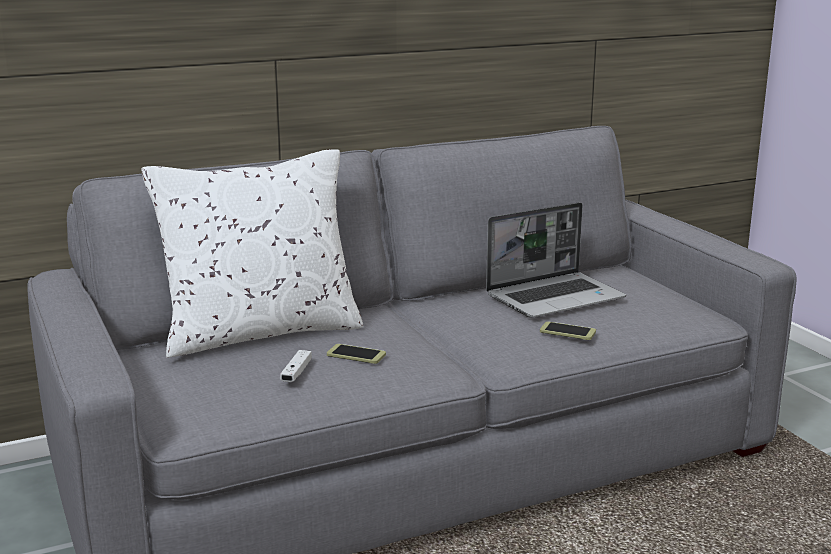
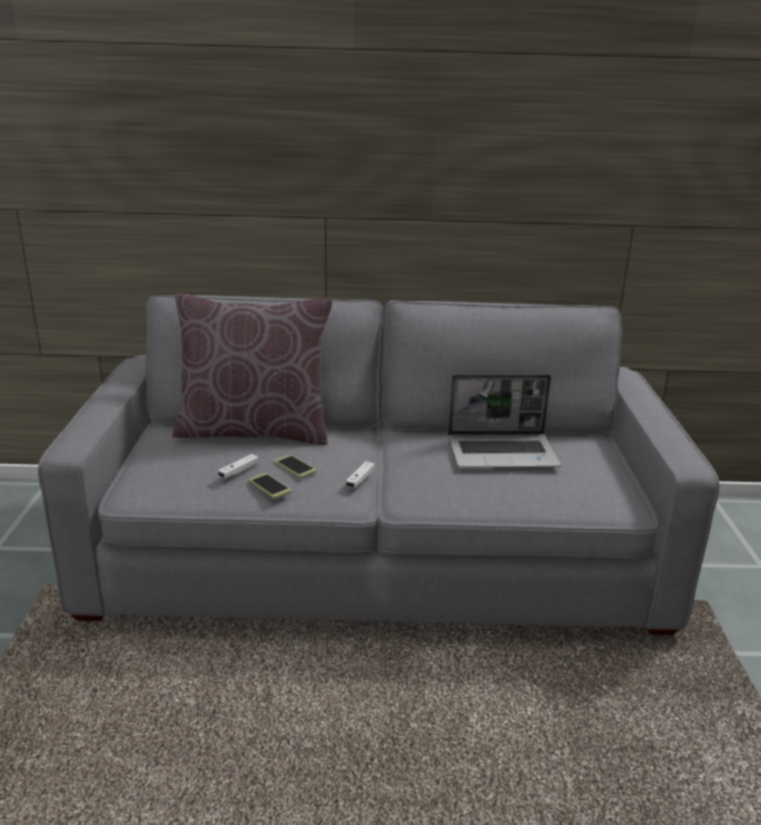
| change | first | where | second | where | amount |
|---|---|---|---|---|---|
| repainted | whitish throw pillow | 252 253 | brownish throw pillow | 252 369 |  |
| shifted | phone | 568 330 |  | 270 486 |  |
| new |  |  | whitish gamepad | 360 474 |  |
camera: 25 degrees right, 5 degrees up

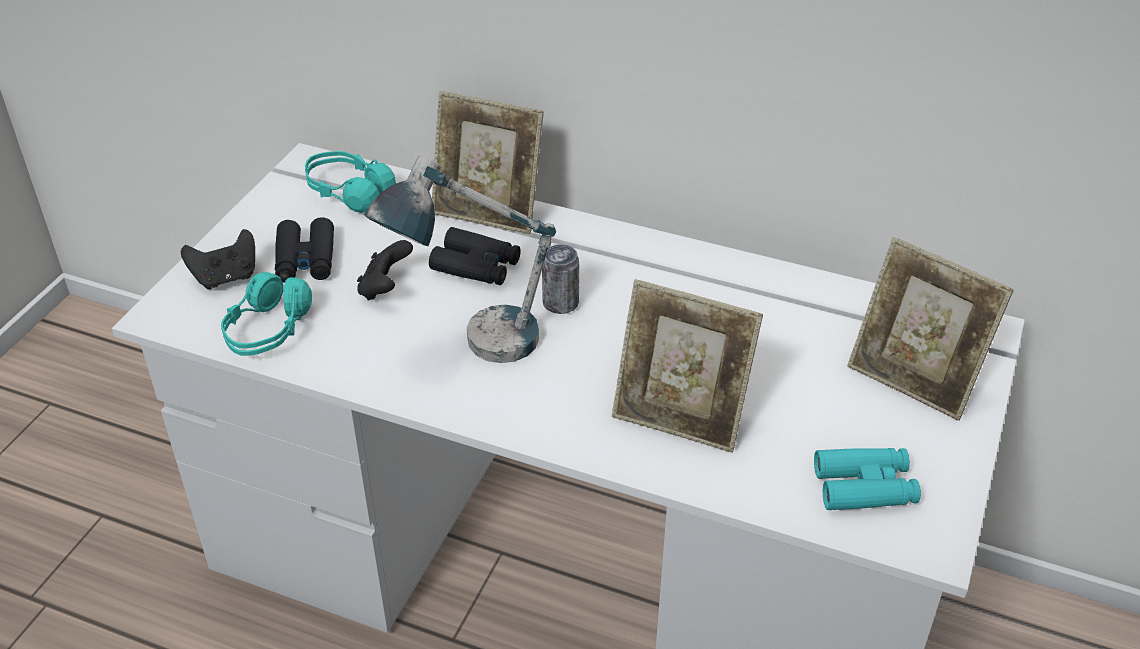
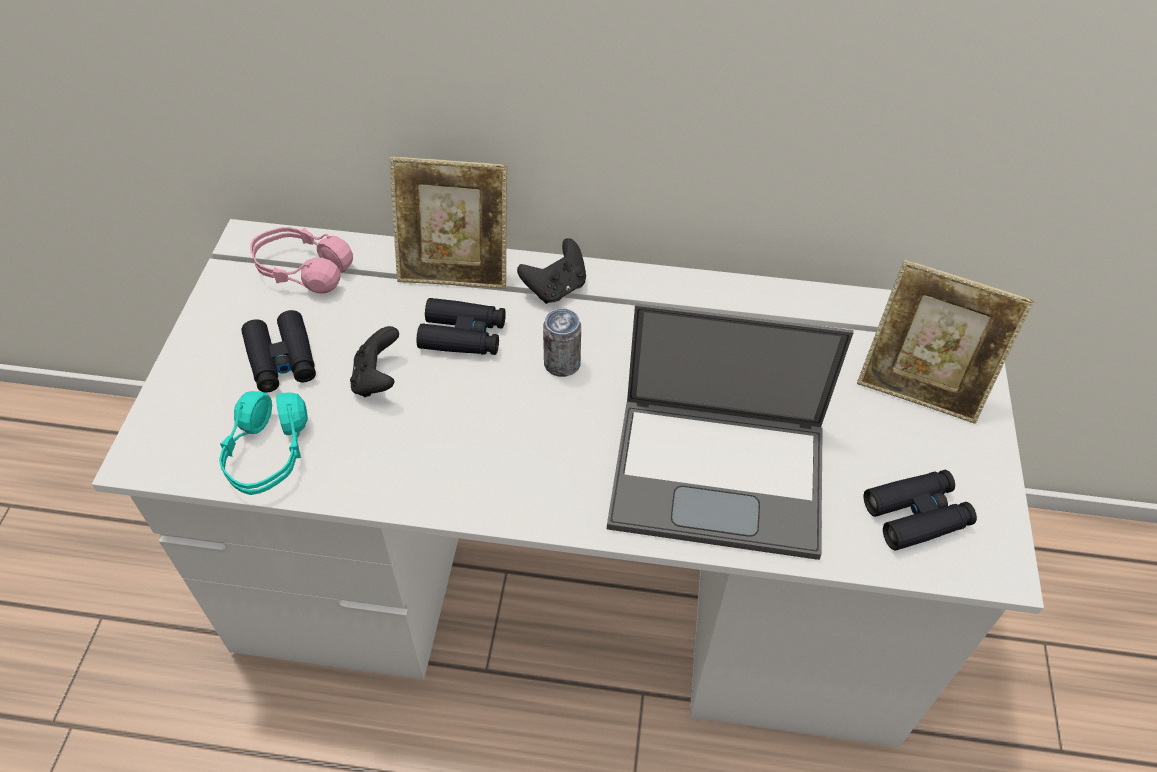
| change | first | where | second | where | amount |
|---|---|---|---|---|---|
| repainted | turquoise-coloured headphones | 350 182 | pink headphones | 301 260 |  |
| gone | lamp for a table | 460 259 |  |  |  |
| shifted | blackish gamepad | 218 259 |  | 551 271 |  |
| swapped | photo frame | 687 366 | notebook computer | 730 431 |  |
| repainted | turquoise-coloured field glasses | 867 479 | blackish field glasses | 920 510 |  |
camera: 15 degrees left, 10 degrees up

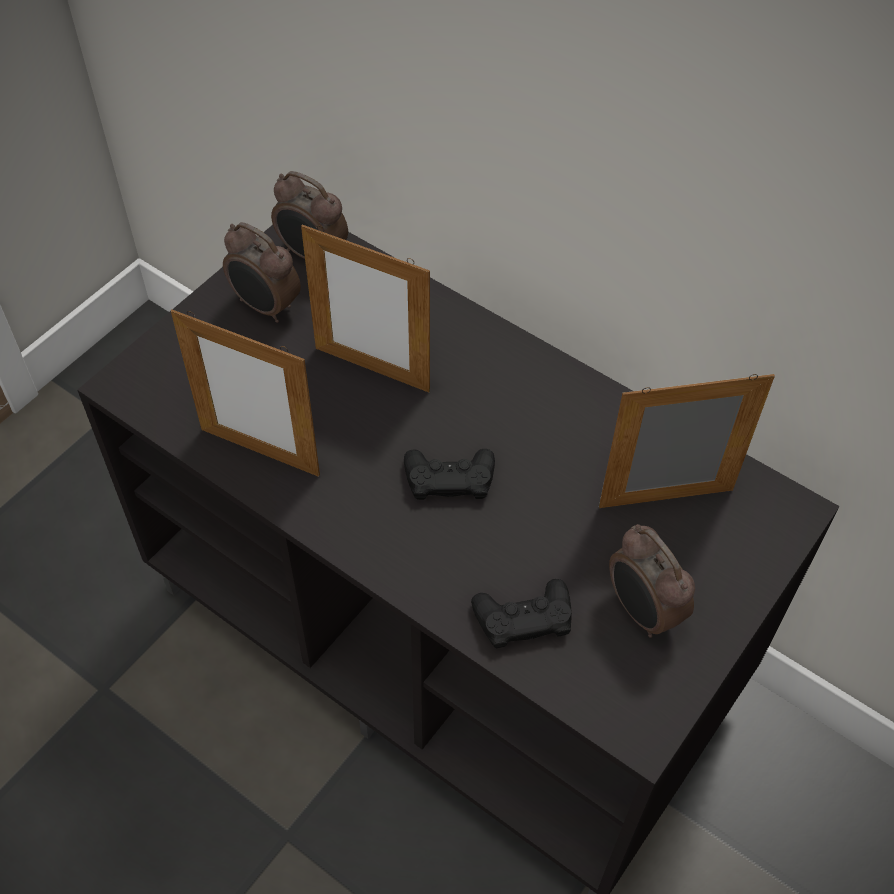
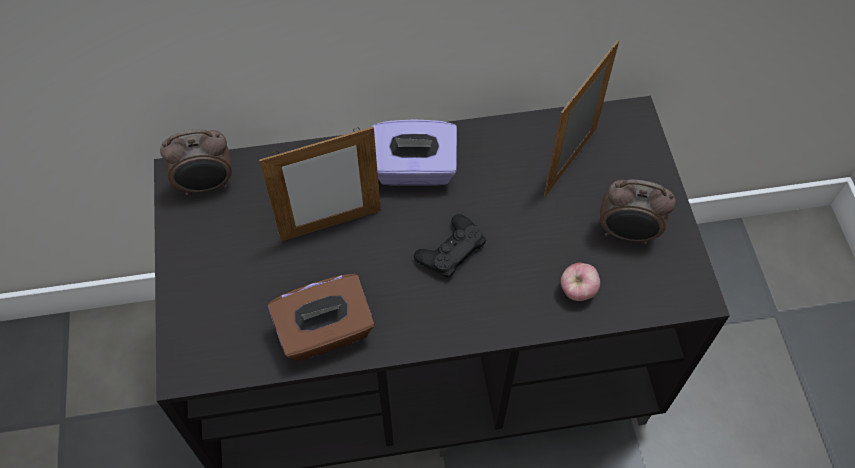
| change | first | where | second | where | amount |
|---|---|---|---|---|---|
| gone | table clock | 262 272 |  |  |  |
| swapped | photo frame | 245 393 | brownish tissue holder | 321 317 |  |
| swapped | blackish gamepad | 521 613 | apple | 580 282 |  |
| new |  |  | purplish tissue holder | 414 152 |  |
camera: 45 degrees left, 5 degrees up

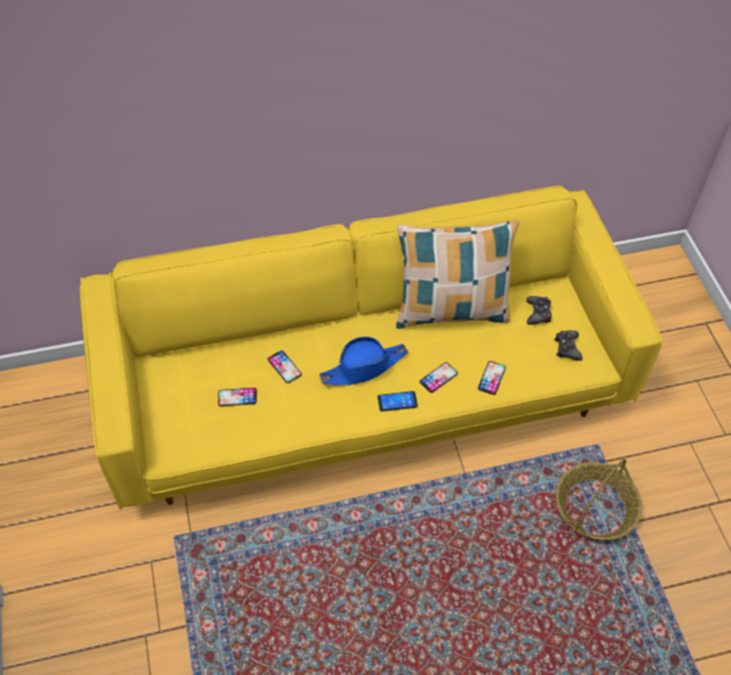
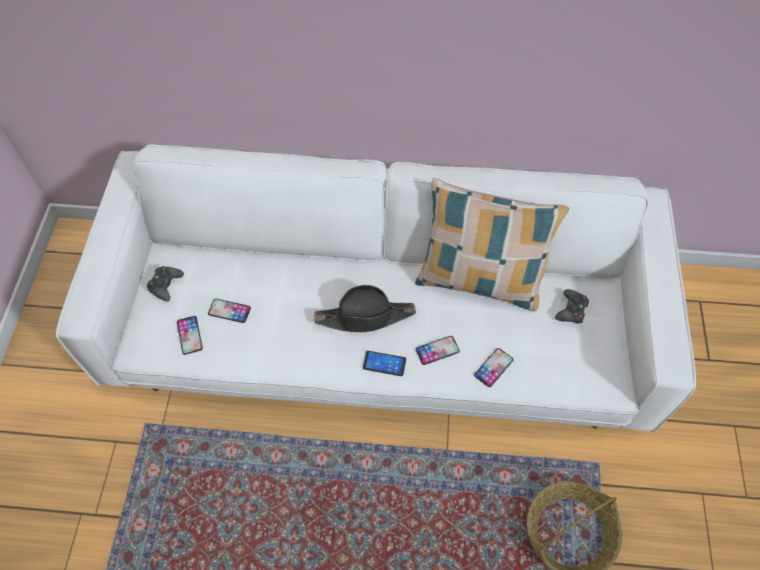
| change | first | where | second | where | amount |
|---|---|---|---|---|---|
| repainted | yellow-coloured sofa | 371 348 | whitish sofa | 376 288 |  |
| shifted | blackish gamepad | 568 345 |  | 165 284 |  |
| repainted | bluish clothing hat | 363 360 | blackish clothing hat | 365 308 |  |
| shifted | phone | 285 366 |  | 190 335 |  |
camera: 20 degrees right, 5 degrees up

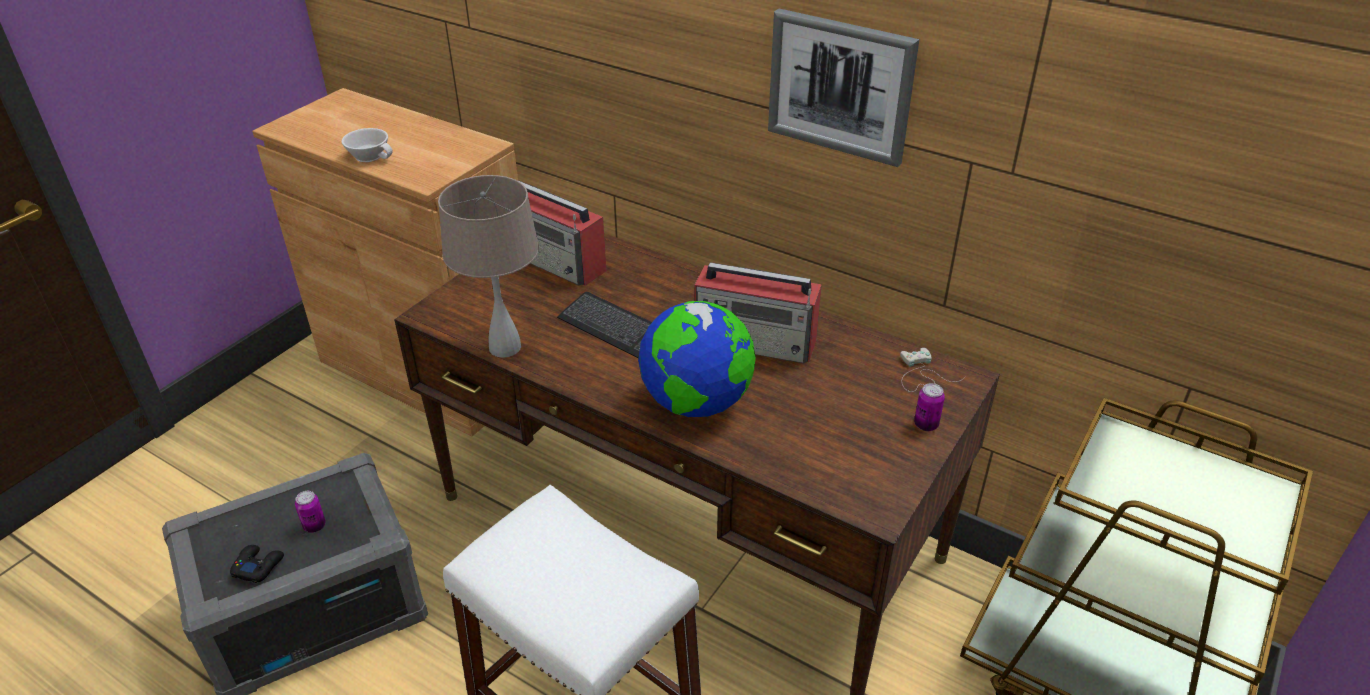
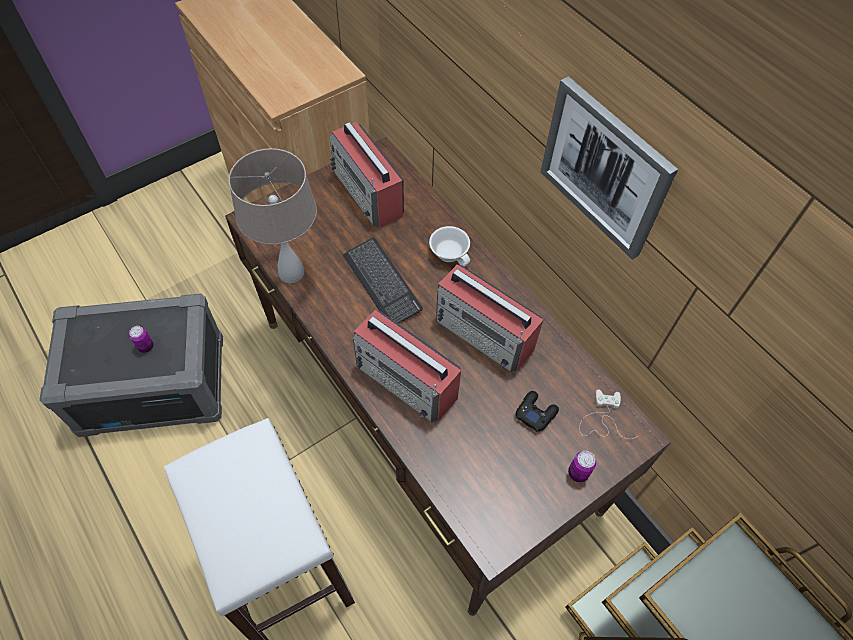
| change | first | where | second | where | amount |
|---|---|---|---|---|---|
| shifted | whitish small cup | 366 145 |  | 449 246 |  |
| swapped | globe | 697 359 | radio | 407 366 |  |
| shifted | blackish gamepad | 257 564 |  | 537 411 |  |
camera: 20 degrees right, 20 degrees up

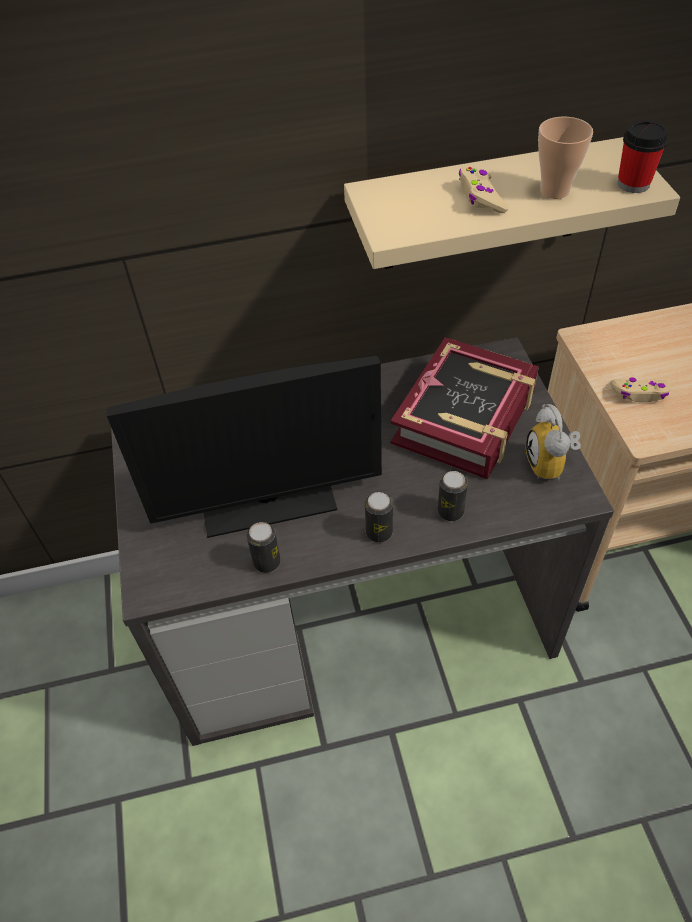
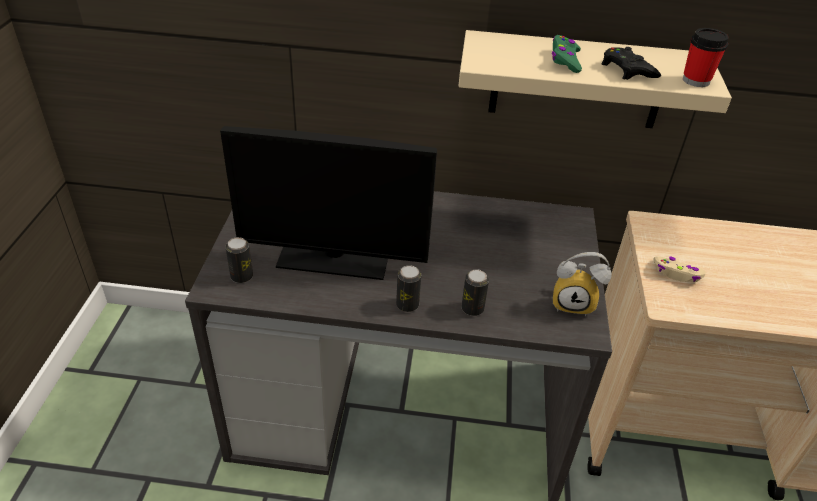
| change | first | where | second | where | amount |
|---|---|---|---|---|---|
| swapped | small cup | 565 158 | blackish gamepad | 631 63 |  |
| repainted | beige gamepad | 483 190 | green-coloured gamepad | 567 54 |  |
| gone | volume | 465 408 |  |  |  |
| rotated | table clock | 553 442 |  | 582 284 | 90 degrees counterclockwise |
| shifted | metal can | 263 547 |  | 239 260 |  |
camera: 15 degrees right, 10 degrees down

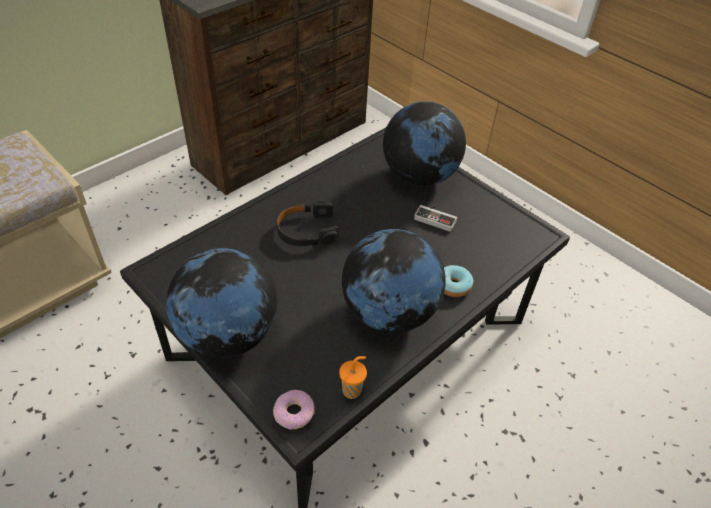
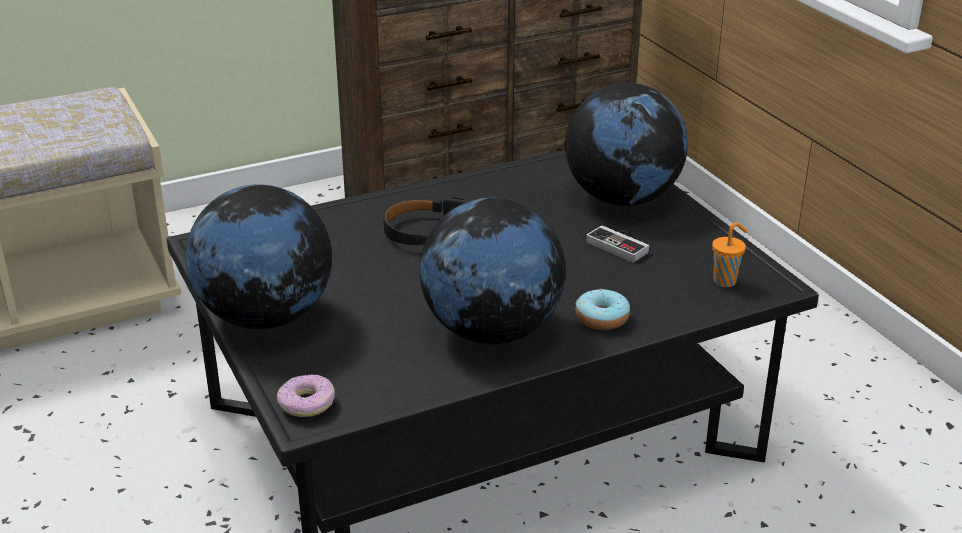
| change | first | where | second | where | amount |
|---|---|---|---|---|---|
| shifted | orange small cup | 353 377 |  | 729 254 |  |
camera: 20 degrees right, 15 degrees down

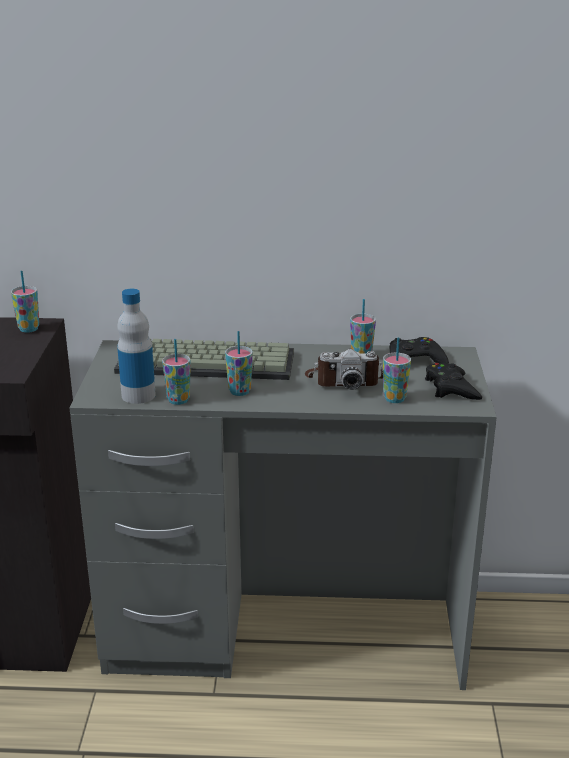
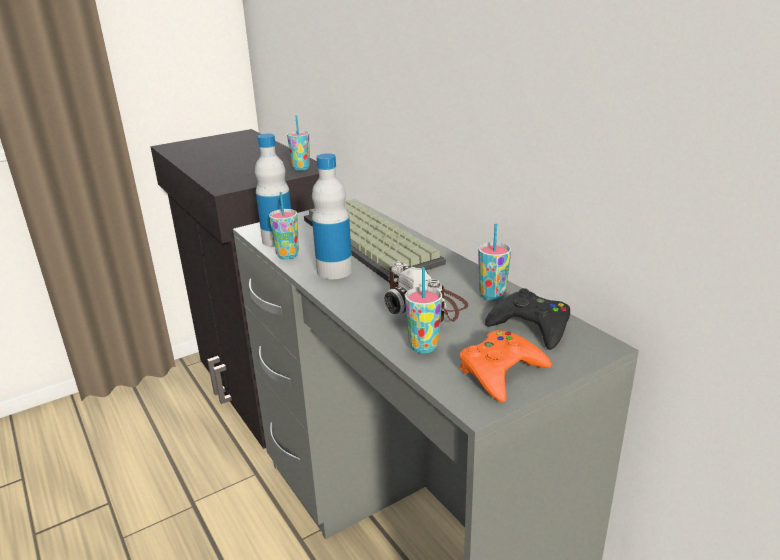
| change | first | where | second | where | amount |
|---|---|---|---|---|---|
| swapped | small cup | 239 363 | drink bottle | 332 216 |  |
| repainted | blackish gamepad | 453 381 | orange gamepad | 506 366 |  |
camera: 55 degrees right, 0 degrees up

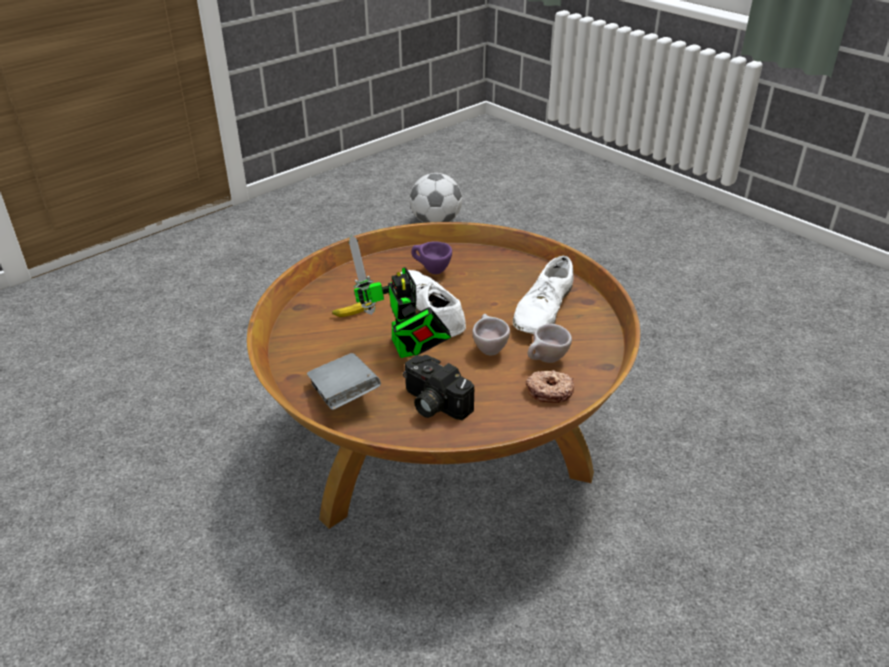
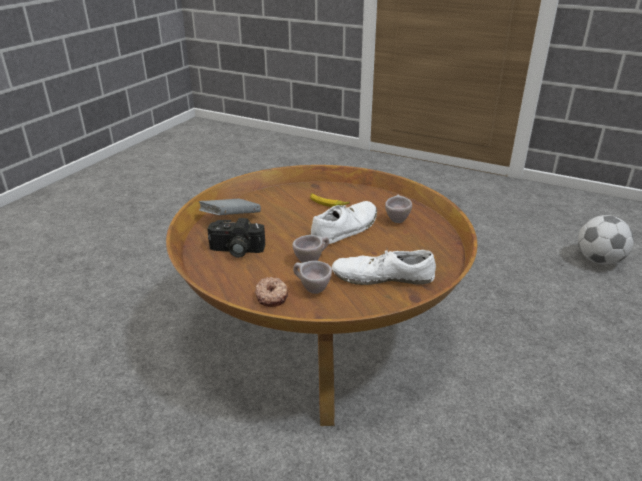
| change | first | where | second | where | amount |
|---|---|---|---|---|---|
| gone | robot figure | 400 296 |  |  |  |
| repainted | purplish small cup | 431 257 | beige small cup | 398 208 |  |
| rotated | still camera | 438 387 |  | 236 238 | 105 degrees counterclockwise |
camera: 70 degrees right, 5 degrees down

